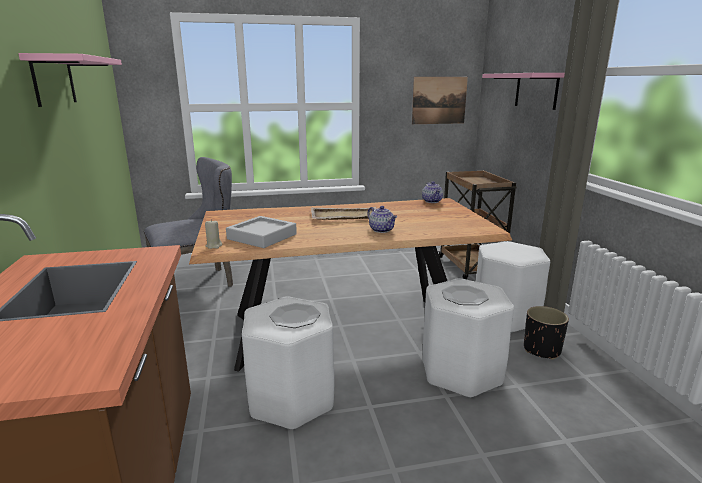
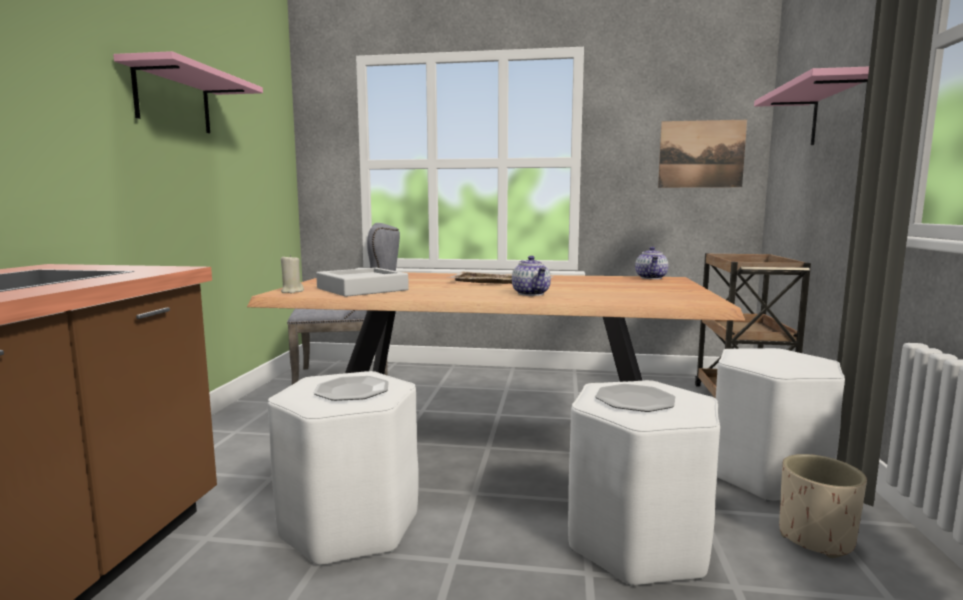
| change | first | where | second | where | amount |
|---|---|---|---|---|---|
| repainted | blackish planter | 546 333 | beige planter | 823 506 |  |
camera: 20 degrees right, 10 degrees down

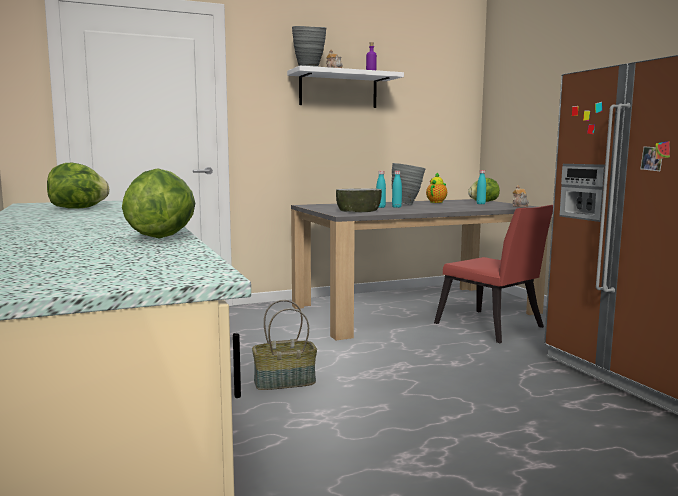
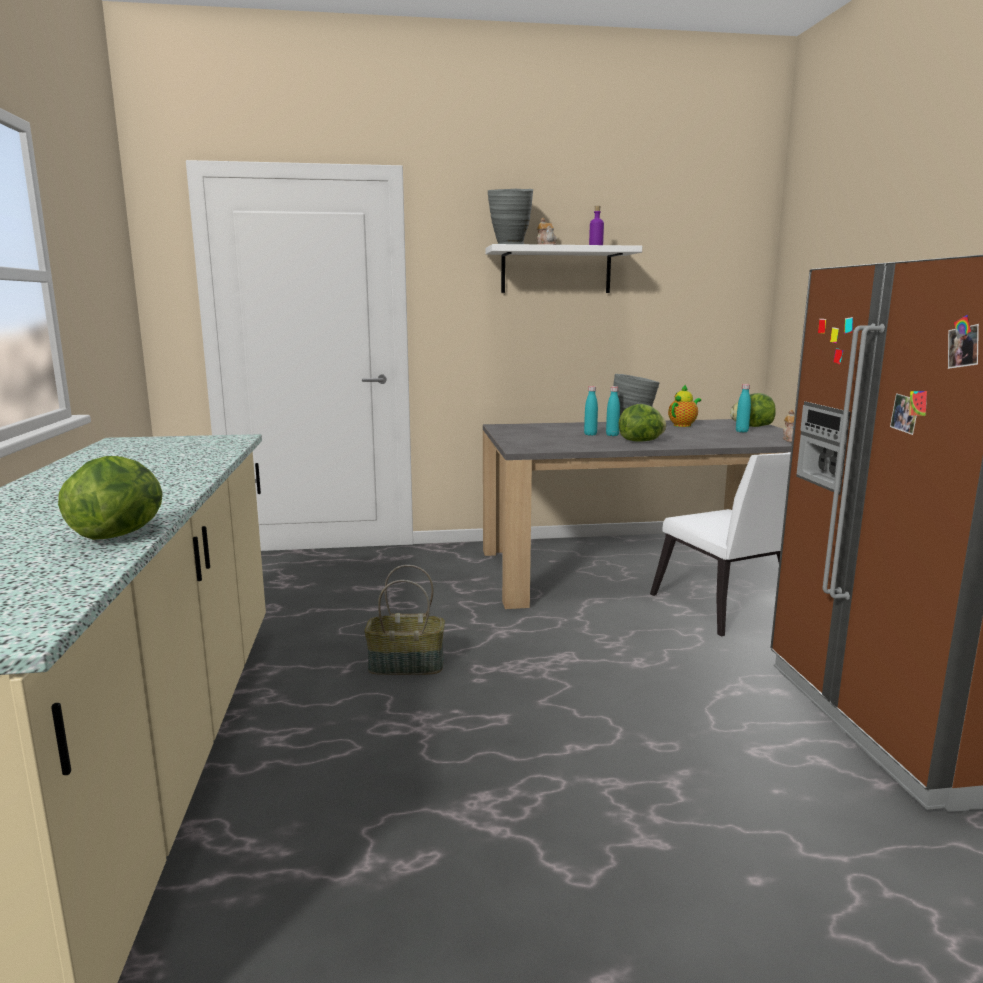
| change | first | where | second | where | amount |
|---|---|---|---|---|---|
| shifted | lettuce head | 78 186 |  | 643 423 |  |
| gone | serving bowl | 359 200 |  |  |  |
| repainted | red plain chair | 493 274 | whitish plain chair | 720 544 |  |
camera: 15 degrees right, 5 degrees up

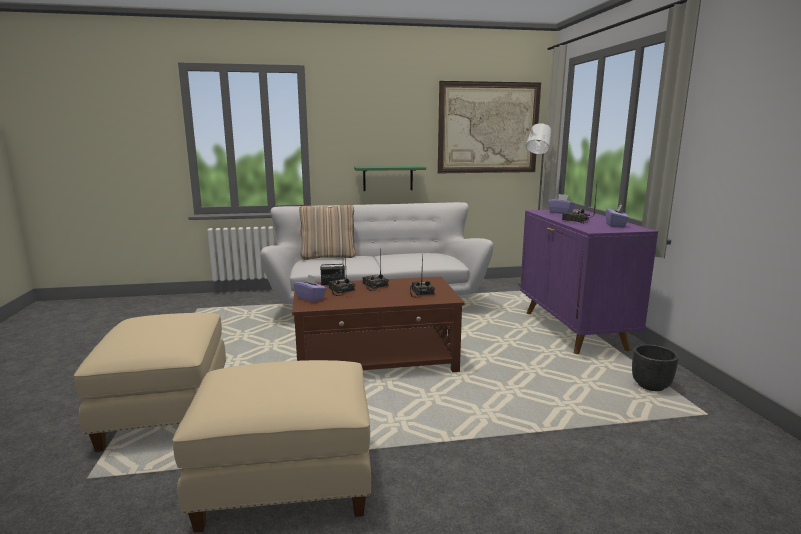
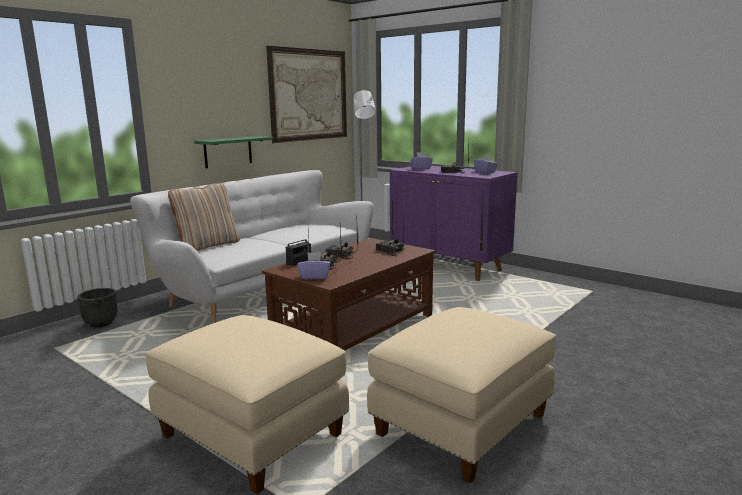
| change | first | where | second | where | amount |
|---|---|---|---|---|---|
| shifted | blackish planter | 655 367 |  | 97 308 |  |
camera: 40 degrees left, 0 degrees up

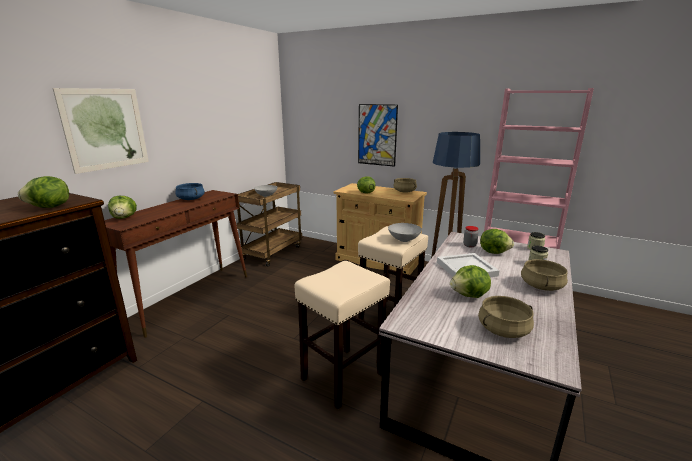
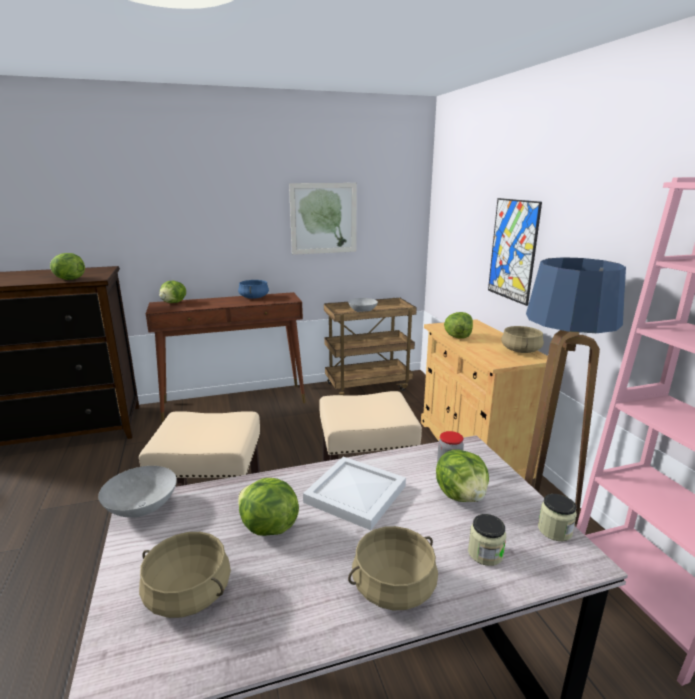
| change | first | where | second | where | amount |
|---|---|---|---|---|---|
| shifted | wall art | 101 131 |  | 323 219 |  |
| shifted | gray serving bowl | 405 232 |  | 137 492 |  |
camera: 45 degrees right, 0 degrees up

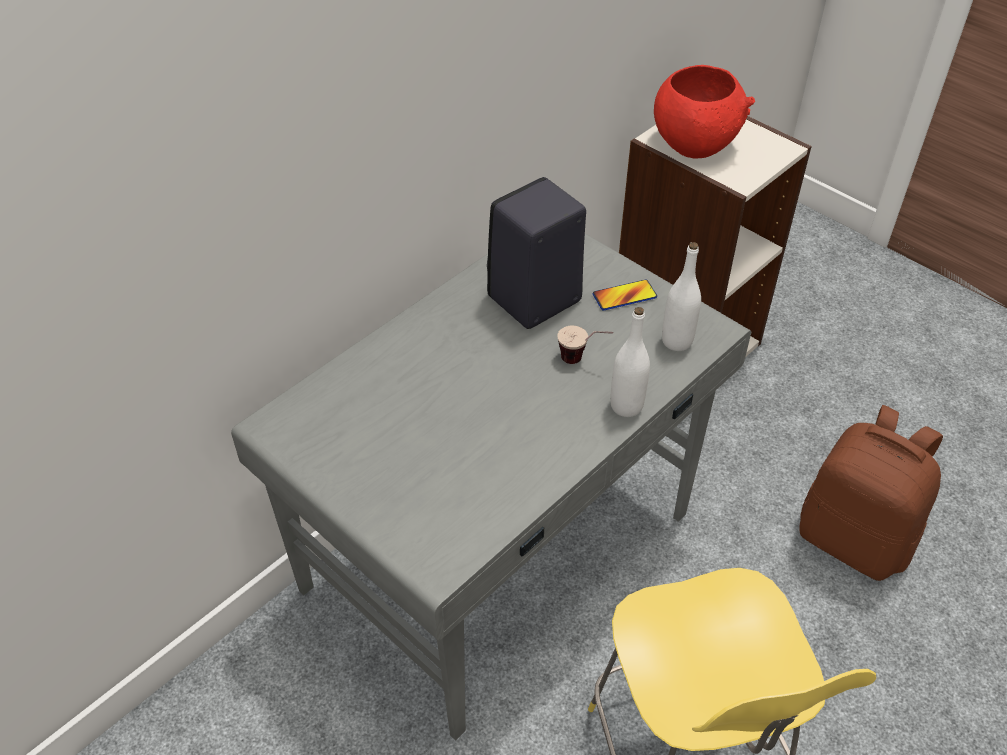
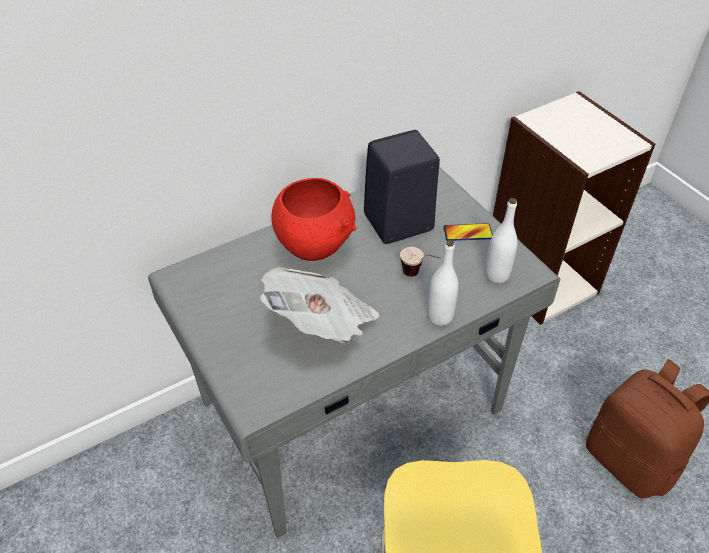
| change | first | where | second | where | amount |
|---|---|---|---|---|---|
| shifted | red serving bowl | 704 112 |  | 314 219 |  |
| new |  |  | newspaper | 319 305 |  |
camera: 15 degrees right, 0 degrees up

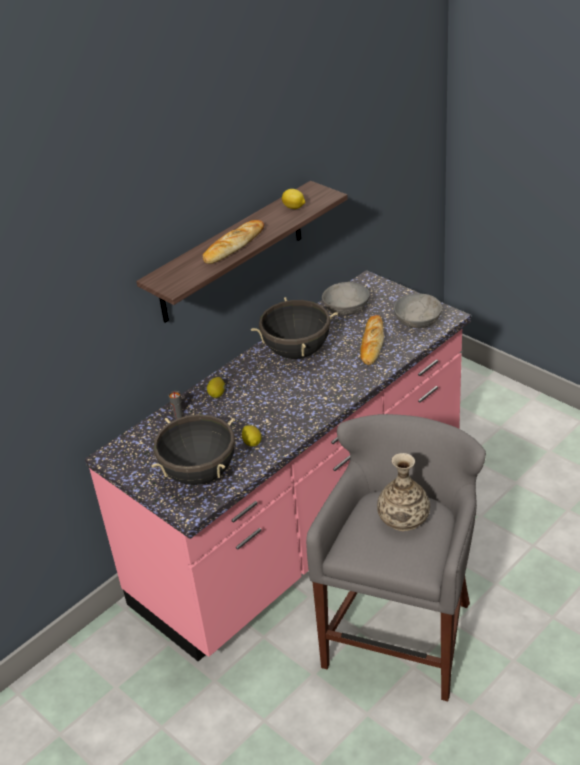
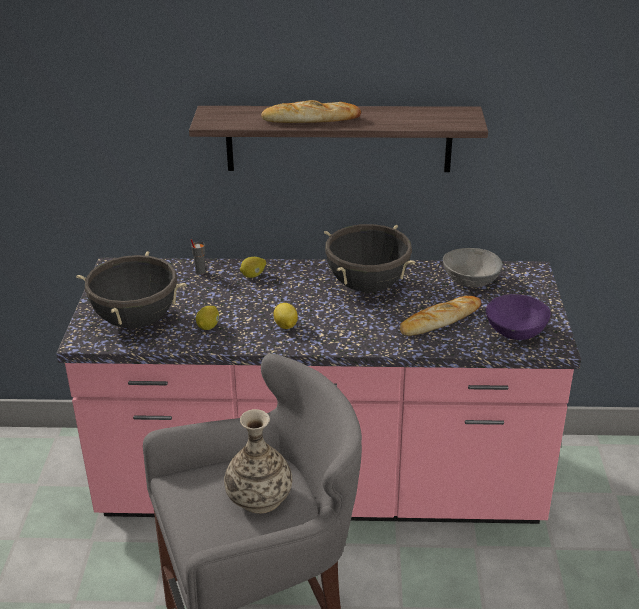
| change | first | where | second | where | amount |
|---|---|---|---|---|---|
| shifted | citrus fruit | 293 199 |  | 285 316 |  |
| repainted | gray serving bowl | 418 311 | purplish serving bowl | 518 317 |  |
camera: 45 degrees right, 5 degrees down

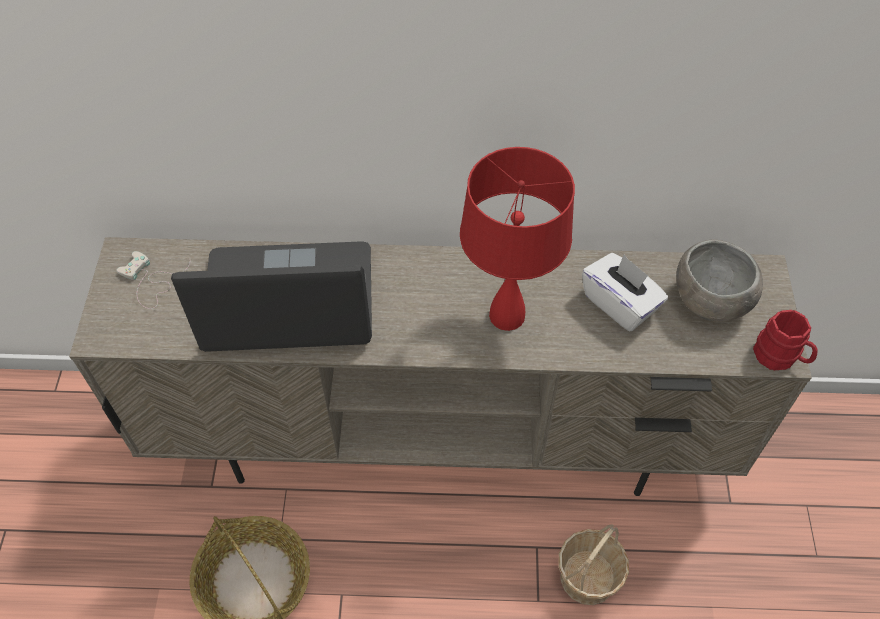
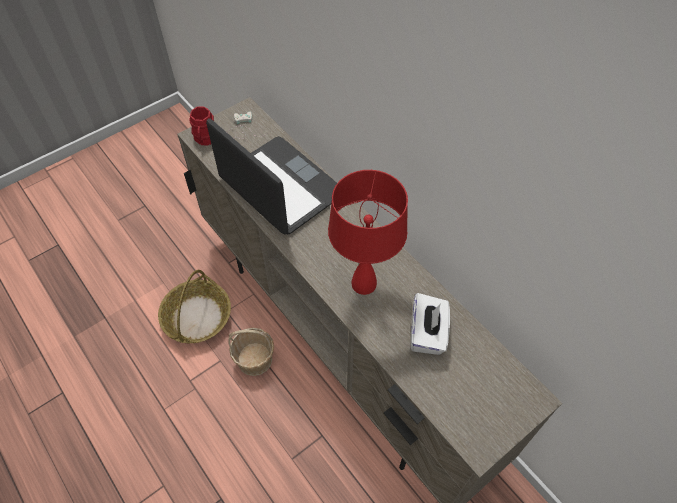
| change | first | where | second | where | amount |
|---|---|---|---|---|---|
| gone | gray serving bowl | 719 280 |  |  |  |
| shifted | red coffee mug | 785 340 |  | 202 126 |  |
| shifted | basket | 594 564 |  | 251 352 |  |
camera: 50 degrees right, 0 degrees up

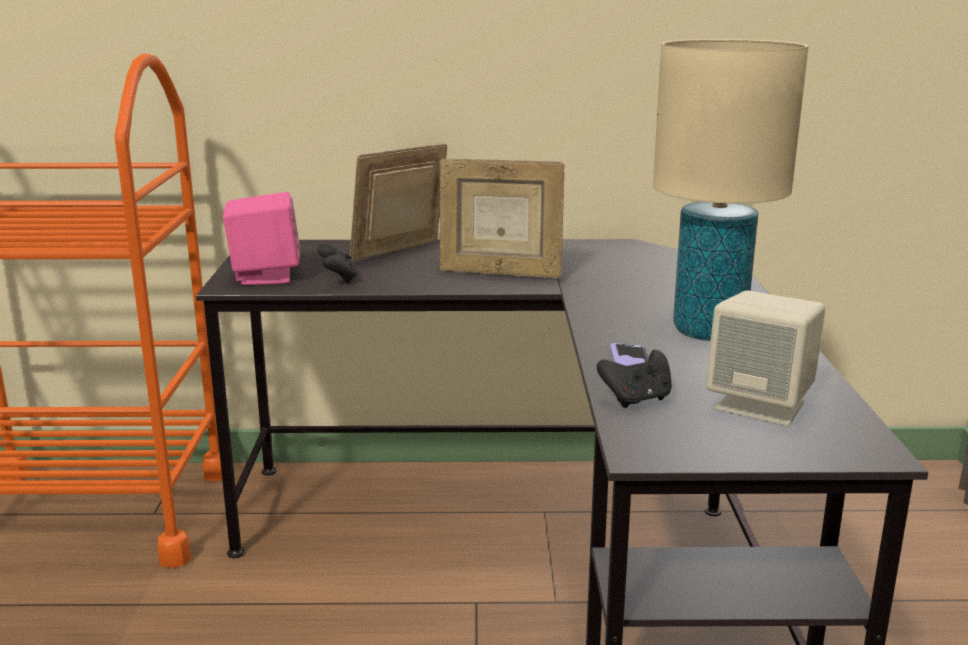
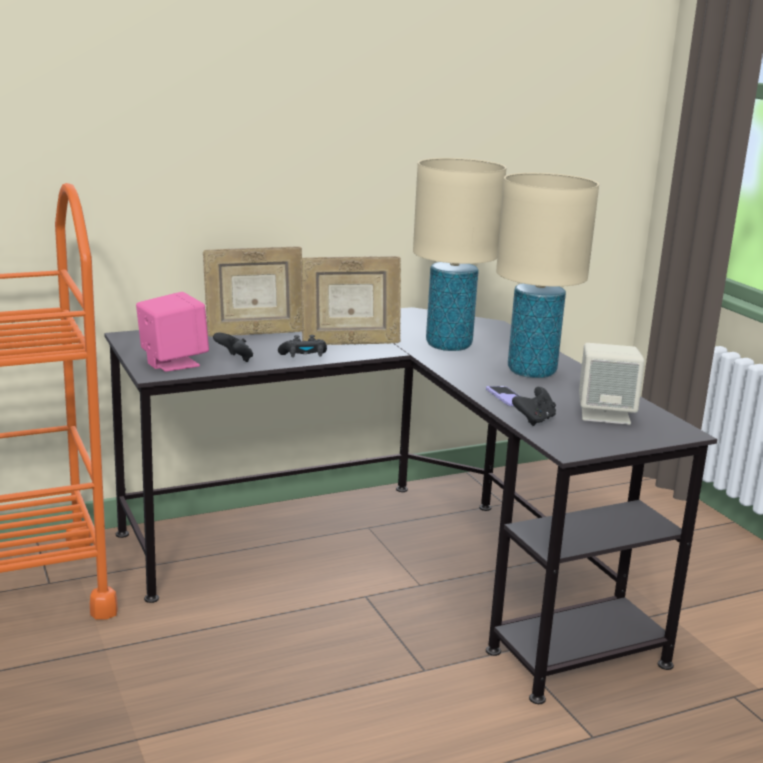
| change | first | where | second | where | amount |
|---|---|---|---|---|---|
| rotated | photo frame | 398 202 |  | 252 291 | 120 degrees counterclockwise |
| new |  |  | beige lamp for a table | 459 254 |  |
| new |  |  | blackish gamepad | 302 346 |  |
camera: 25 degrees left, 0 degrees up

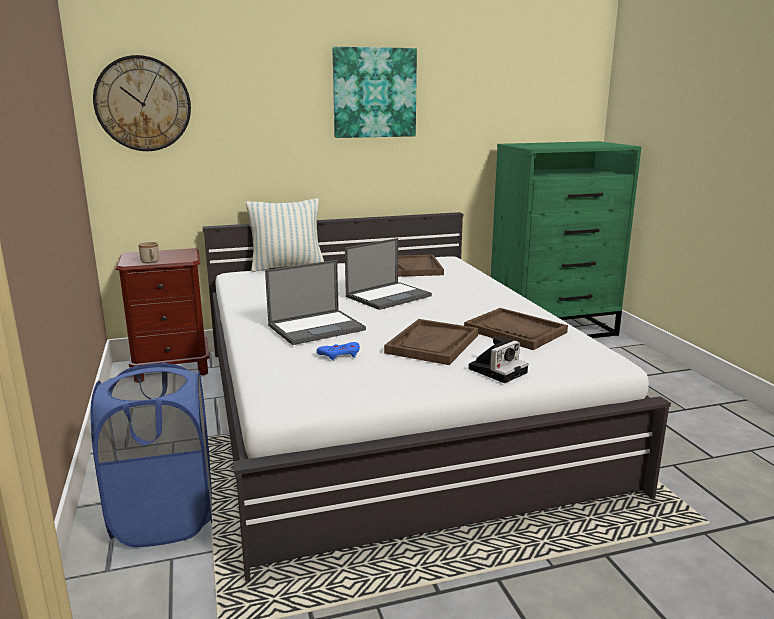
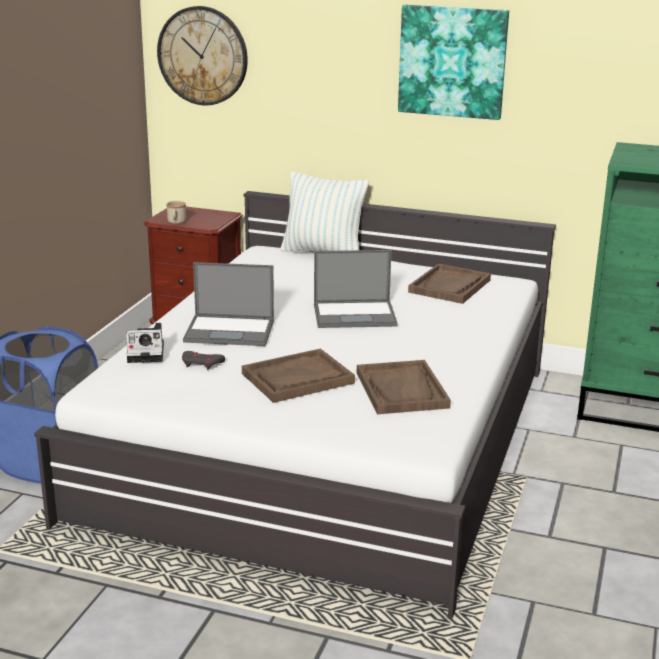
| change | first | where | second | where | amount |
|---|---|---|---|---|---|
| shifted | still camera | 498 359 |  | 145 343 |  |
| repainted | bluish gamepad | 338 351 | gray gamepad | 203 360 |  |
camera: 35 degrees right, 5 degrees up

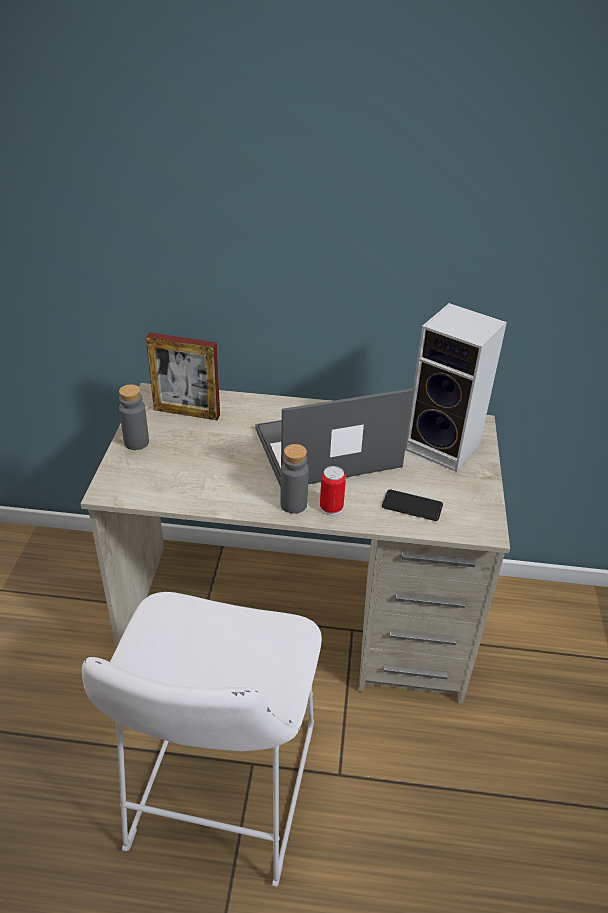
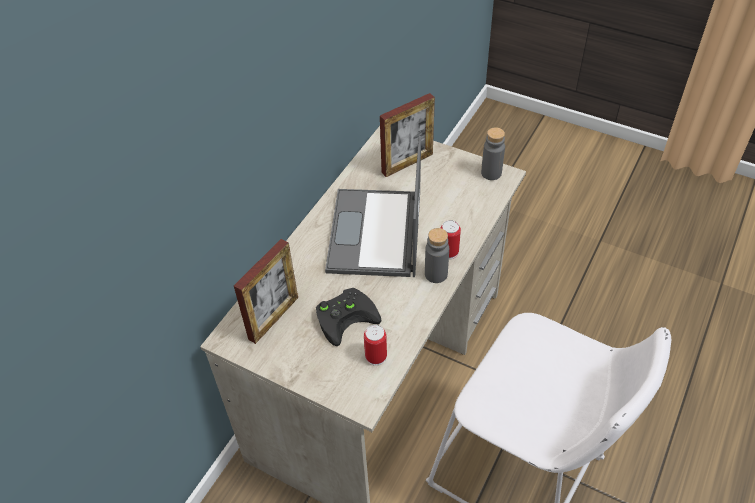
| change | first | where | second | where | amount |
|---|---|---|---|---|---|
| swapped | loudspeaker | 456 387 | photo frame | 407 135 |  |
| shifted | gray drink bottle | 134 417 |  | 493 153 |  |
| gone | phone | 412 505 |  |  |  |
| new |  |  | blackish gamepad | 348 317 |  |
| new |  |  | metal can | 375 345 |  |
camera: 65 degrees left, 10 degrees up

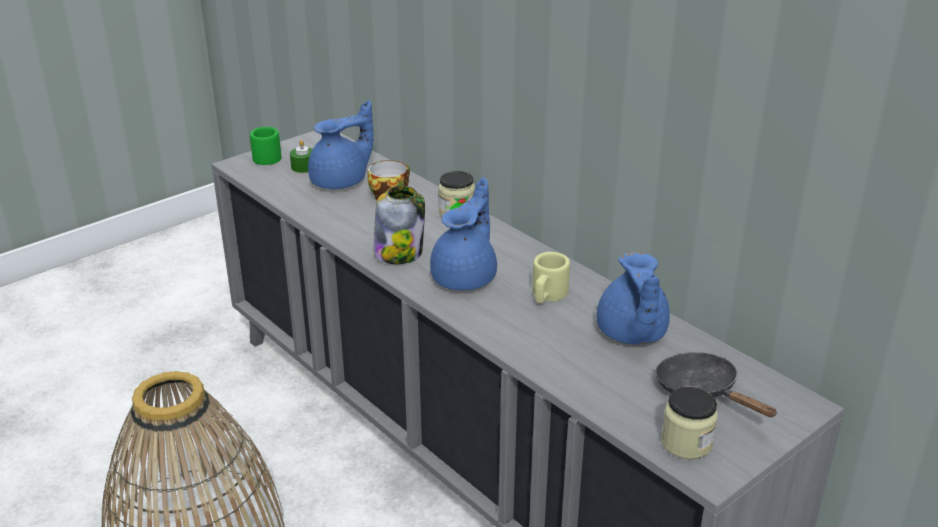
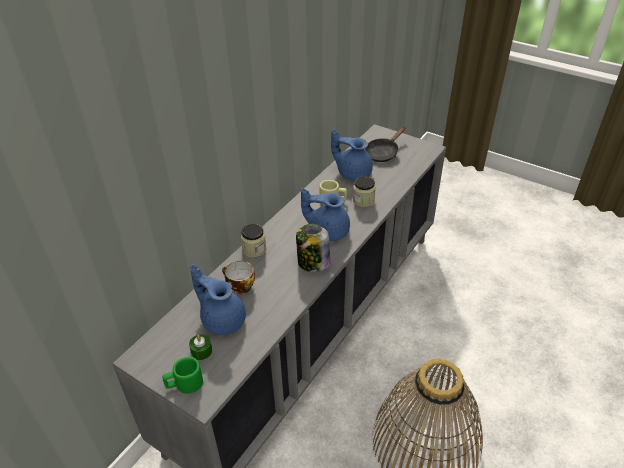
| change | first | where | second | where | amount |
|---|---|---|---|---|---|
| rotated | bluish pot for tea | 633 298 |  | 352 155 | 135 degrees counterclockwise |
| shifted | storage jar | 689 423 |  | 364 192 |  |
camera: 105 degrees left, 10 degrees up

